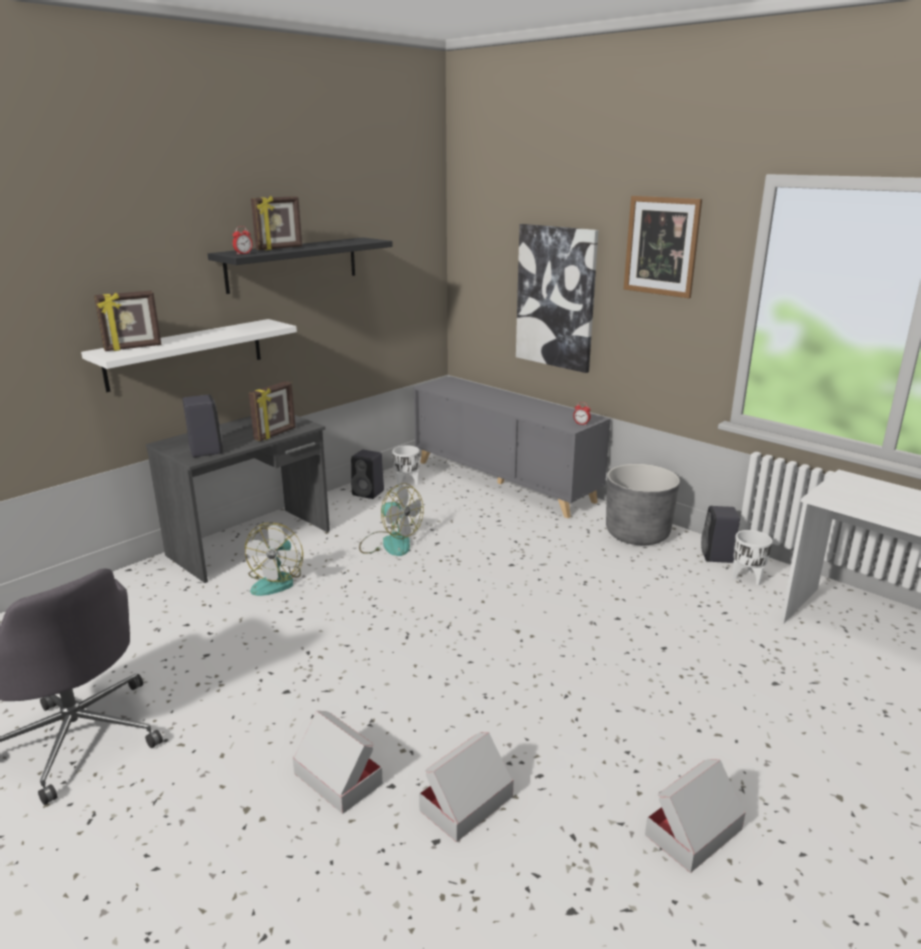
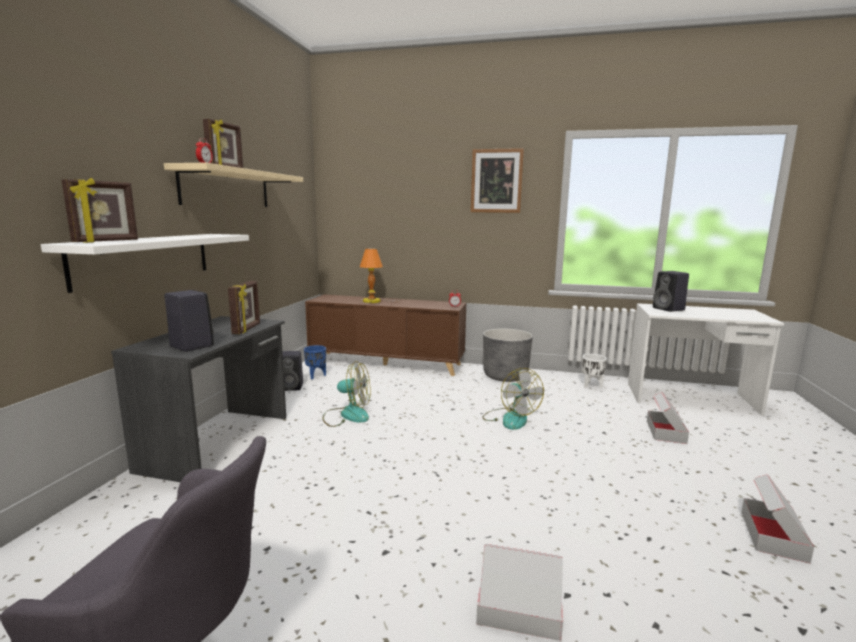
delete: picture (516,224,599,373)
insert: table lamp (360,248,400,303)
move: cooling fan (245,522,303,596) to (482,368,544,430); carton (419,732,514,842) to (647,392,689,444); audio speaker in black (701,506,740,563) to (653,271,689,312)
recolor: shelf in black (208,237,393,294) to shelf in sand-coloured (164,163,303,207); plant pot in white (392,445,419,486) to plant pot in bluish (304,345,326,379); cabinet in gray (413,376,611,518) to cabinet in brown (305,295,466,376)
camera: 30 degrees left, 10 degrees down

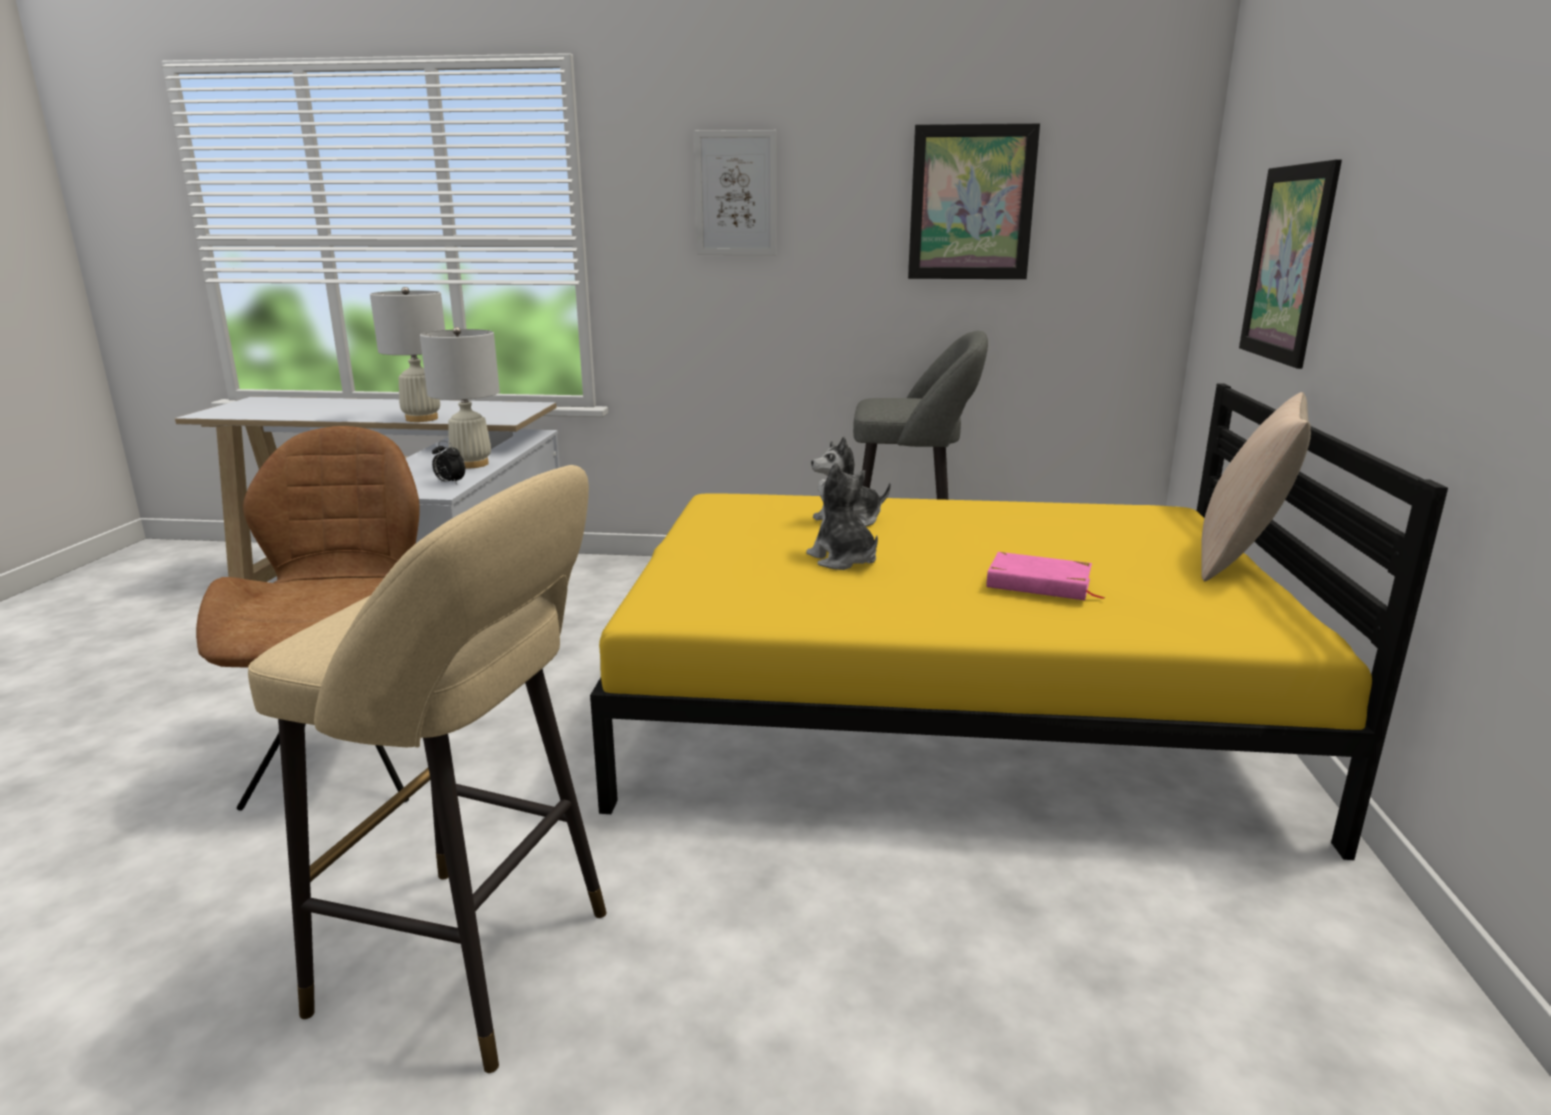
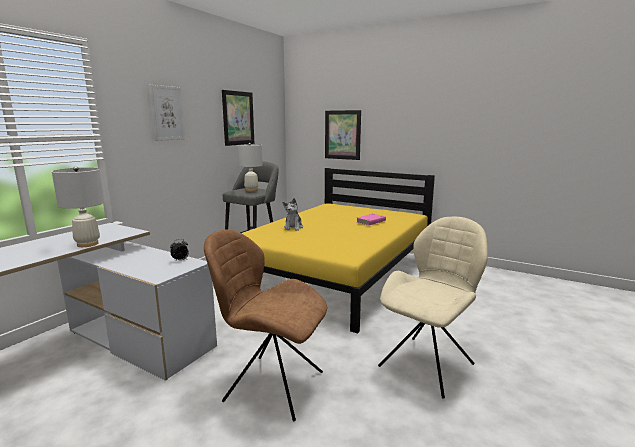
delete: plush toy (806,462,878,570); throw pillow in sand-coloured (1201,392,1311,581)
move: table lamp in white (420,327,500,469) to (237,143,263,192)
replace: stool in sand-coloured (248,465,607,1073) to upright chair in sand-coloured (378,217,488,398)
camera: 65 degrees left, 5 degrees down

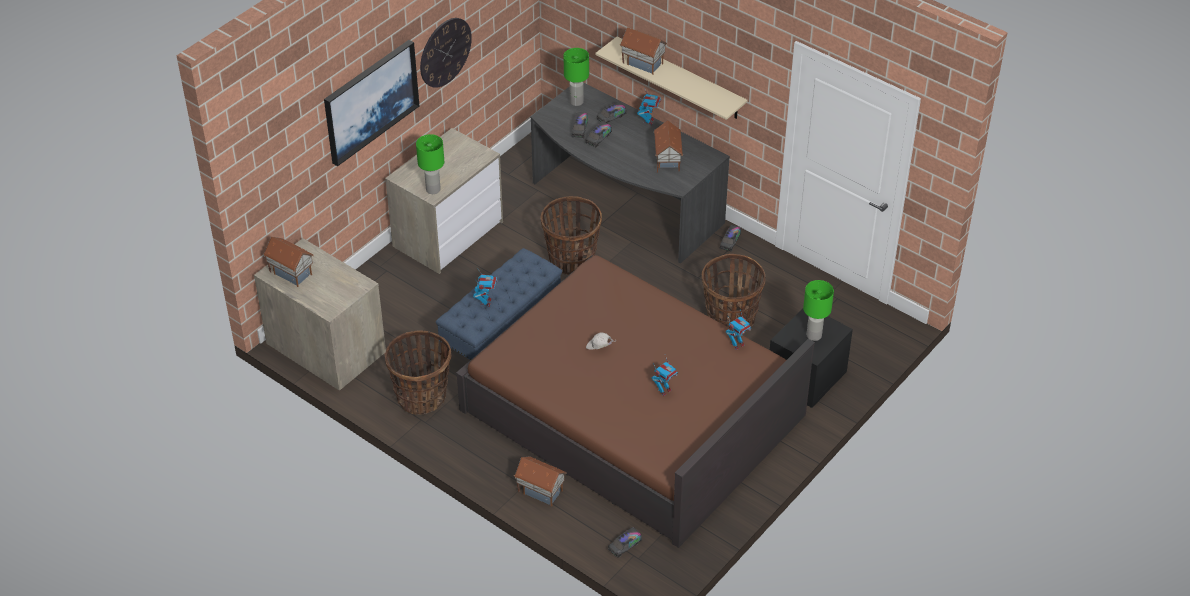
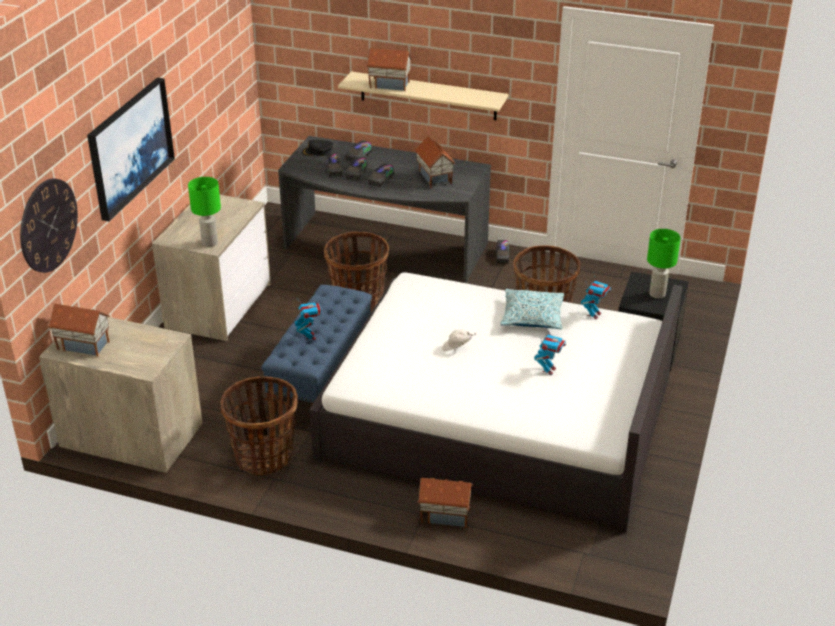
delete: model robot (637,88,661,125)
insert: throw pillow (501,289,564,329)
move: hanging clock (420,18,472,88) to (20,179,78,273); toy lorry (608,527,642,558) to (368,163,394,188)
replace: table lamp in green-coloured (564,48,589,106) to peaked cap in black (302,140,333,156)
recolor: sleeping bed in brown (456,255,815,548) to sleeping bed in white (309,273,683,532)
camera: 20 degrees left, 10 degrees down

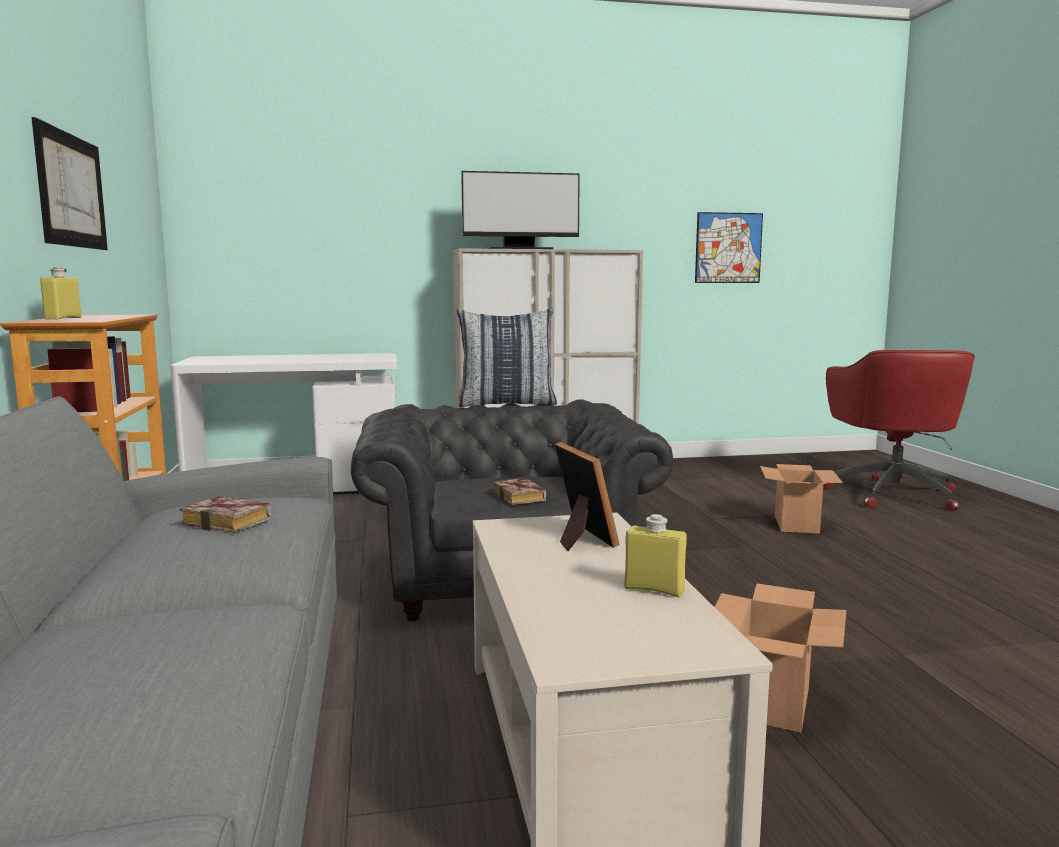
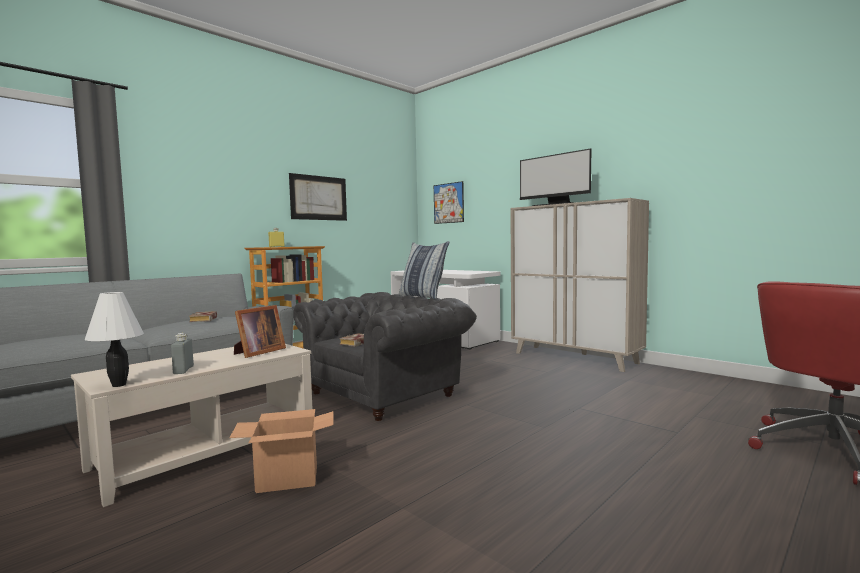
delete: carton (760,464,843,534)
insert: table lamp in white (85,292,144,387)
move: picture (695,212,763,283) to (434,181,464,224)
recolor: drink bottle in yellow-coloured (625,514,687,597) to drink bottle in gray (171,333,194,374)
camera: 55 degrees right, 5 degrees down

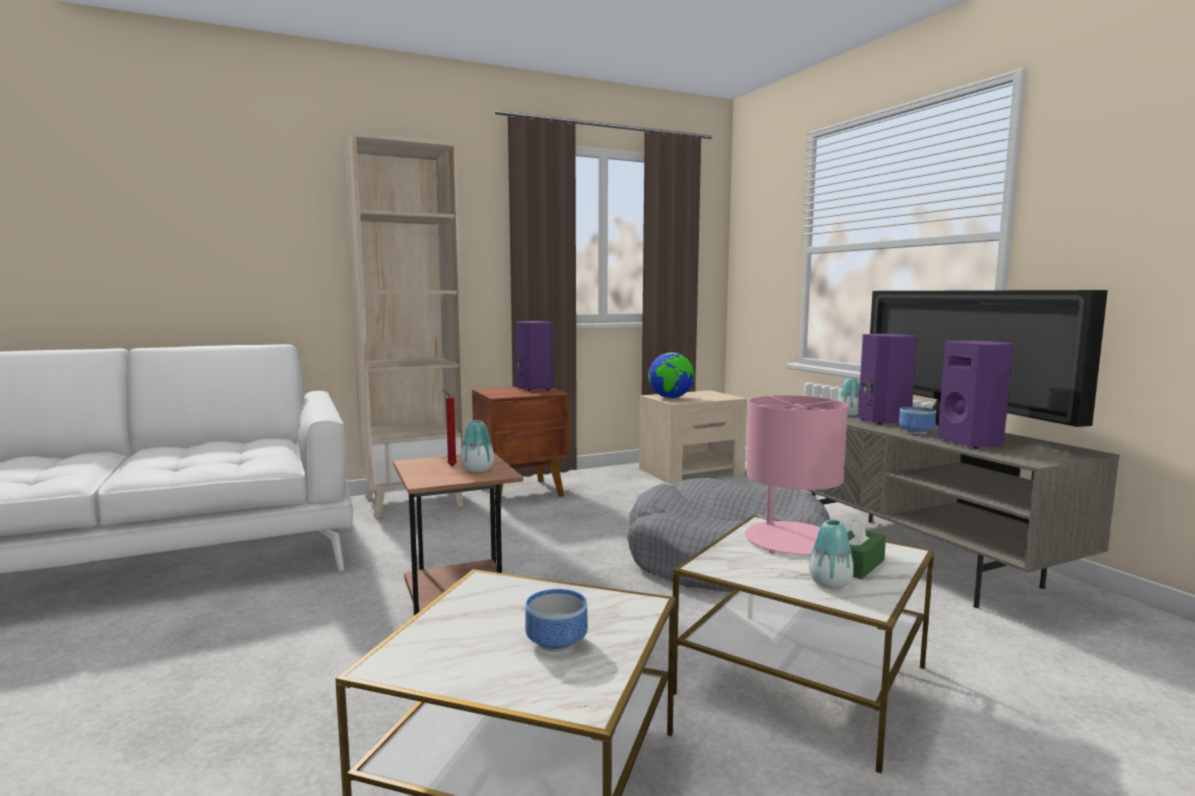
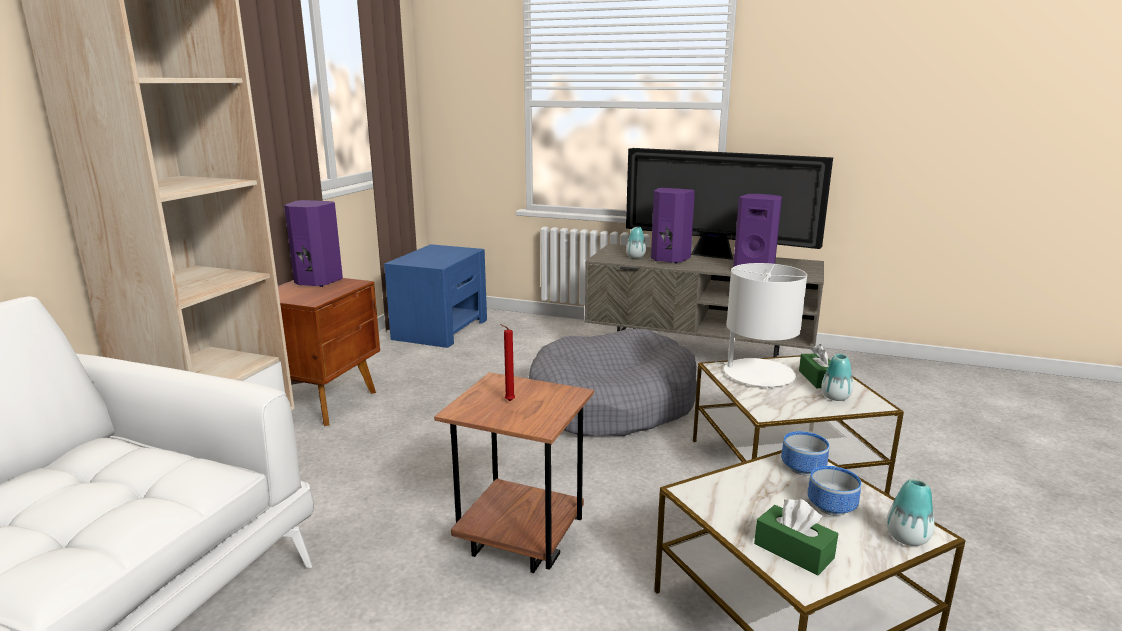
delete: desk globe (648,352,694,398)
insert: tissue box in green-coloured (754,499,838,576)
move: serving bowl (899,407,936,434) to (781,431,829,476); vase (461,420,494,472) to (887,479,934,546)
recolor: night table in sand-coloured (639,390,747,484) to night table in bluish (384,244,487,348); table lamp in pink (745,395,848,555) to table lamp in white (715,263,807,389)
camera: 45 degrees left, 10 degrees up

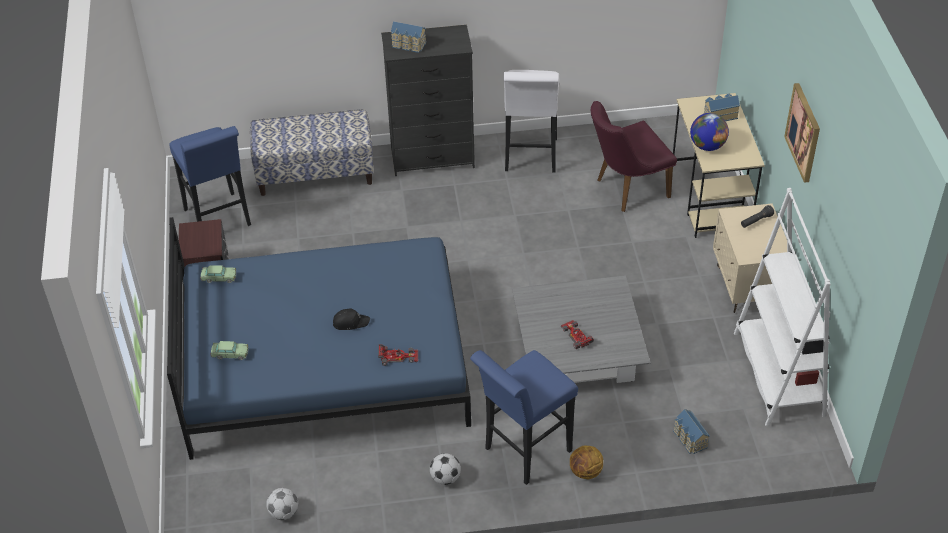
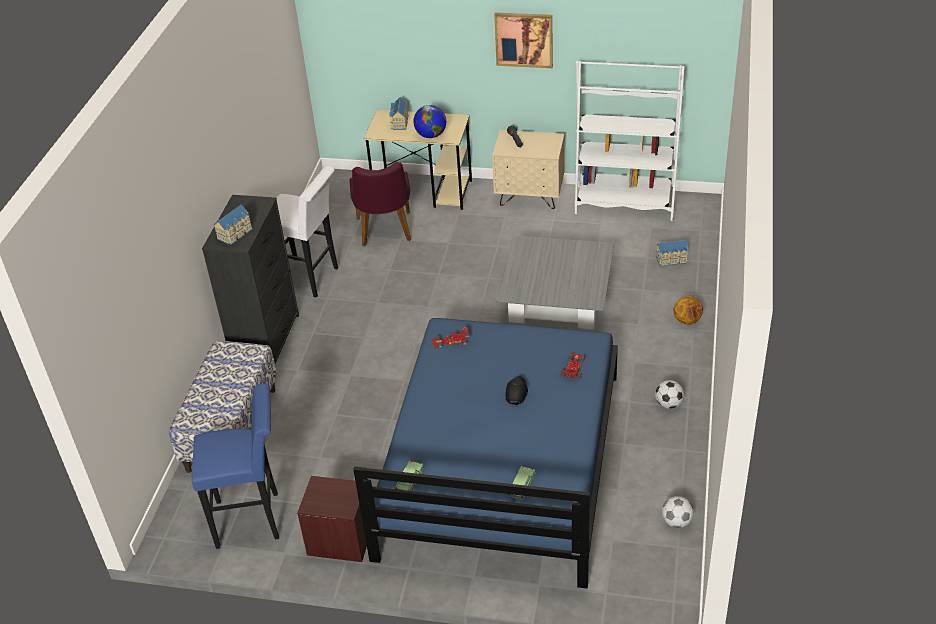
delete: stool in bluish (470,350,578,485)
move: miniature car (561,320,594,349) to (432,326,470,349)
camera: 70 degrees left, 5 degrees down

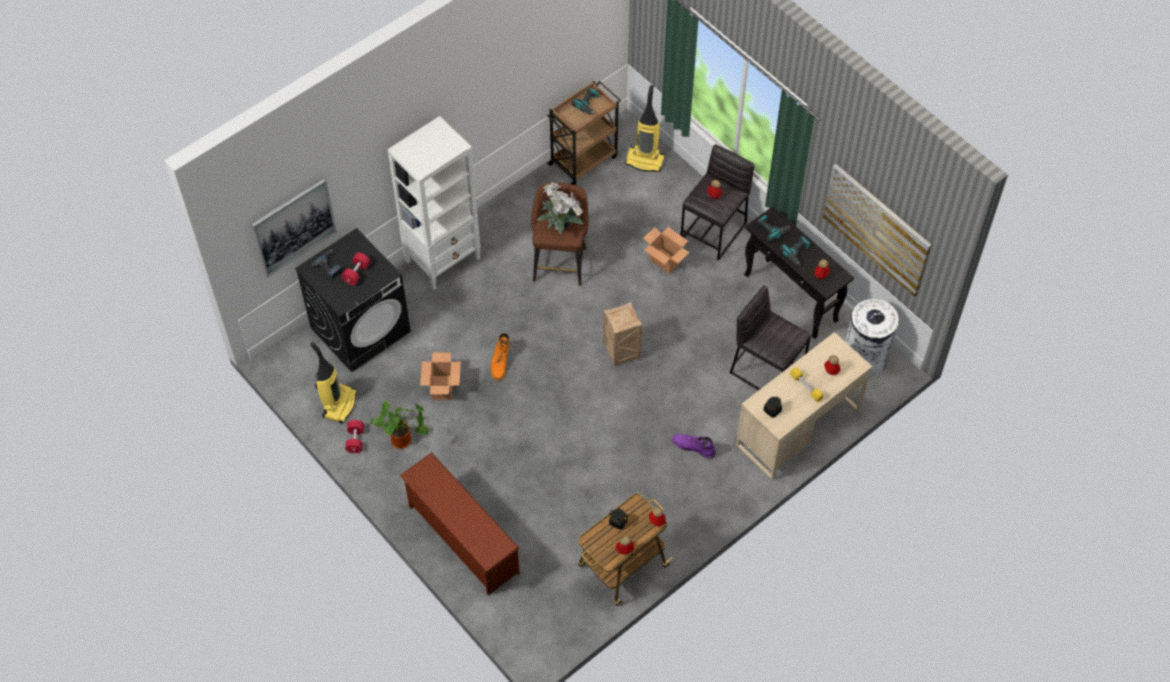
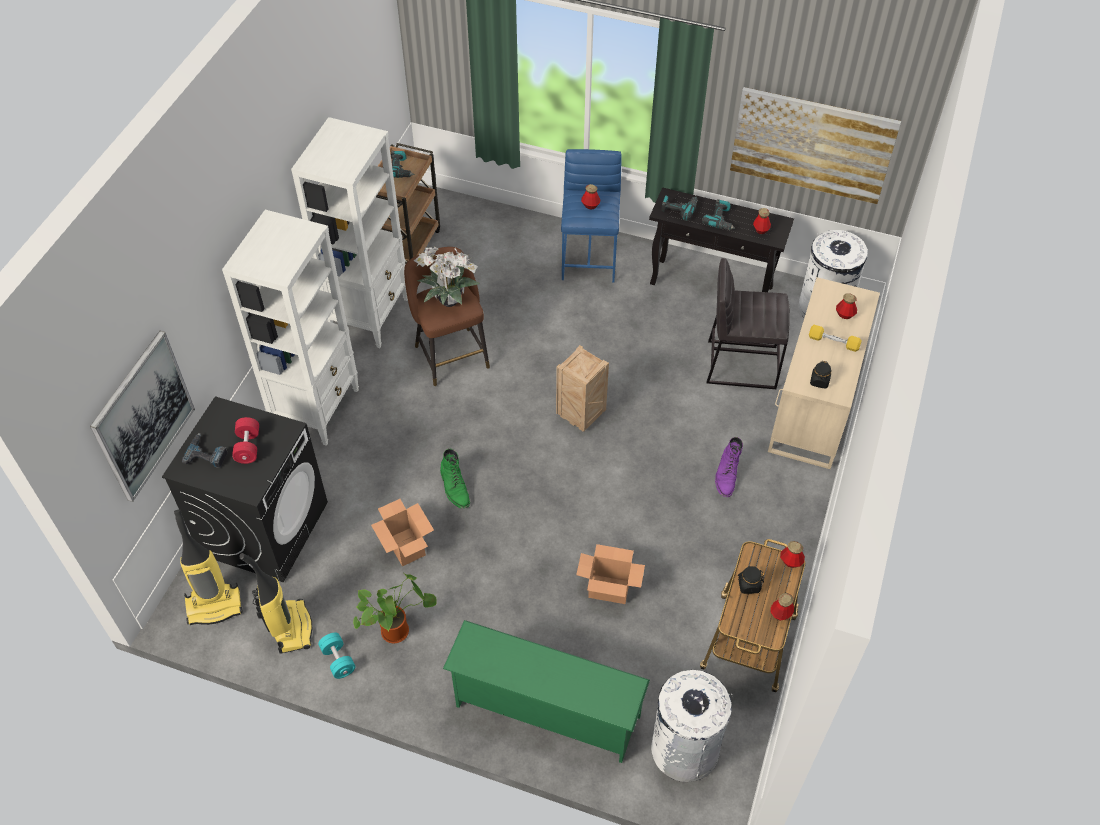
insert: shelving unit in white (291,117,408,348); waste bin in white (651,670,732,782)
move: vacuum (625,85,665,172) to (174,509,243,625); carton (643,227,690,274) to (576,544,645,604)
recolor: free weight in red-coloured (345,420,364,453) to free weight in turquoise (318,633,355,679); tall boot in orange (490,333,509,381) to tall boot in green-coloured (440,449,470,508); shoe stand in brown (399,452,520,595) to shoe stand in green-coloured (443,620,650,763); stool in gray (681,144,755,261) to stool in bluish (561,149,622,282)
rotate: tall boot in purple (672,434,716,459) = (715,437,743,497) 75 degrees counterclockwise
camera: 30 degrees left, 5 degrees down

